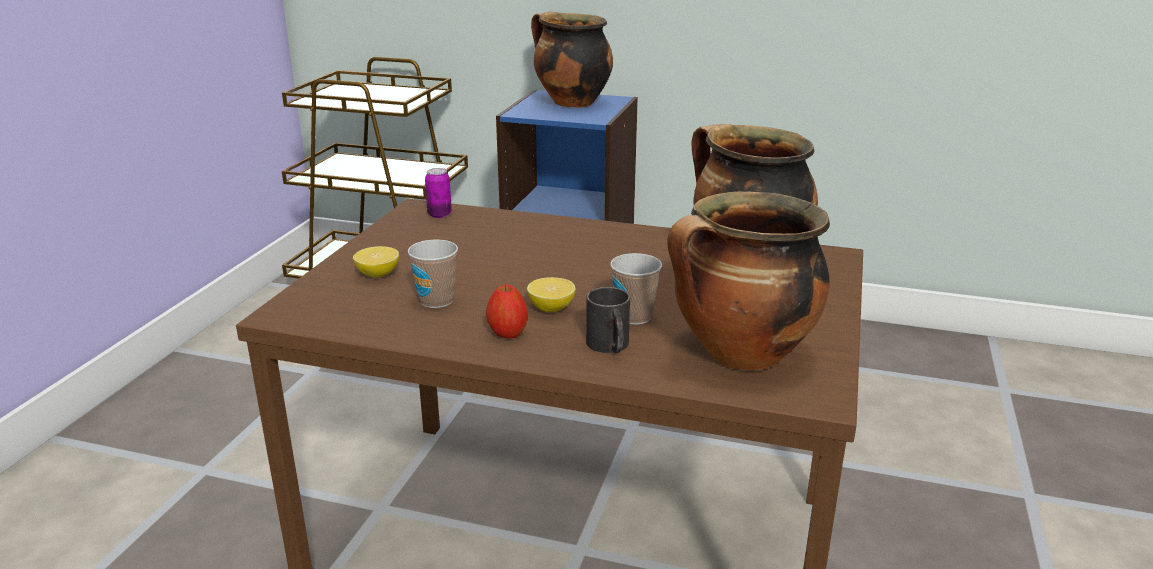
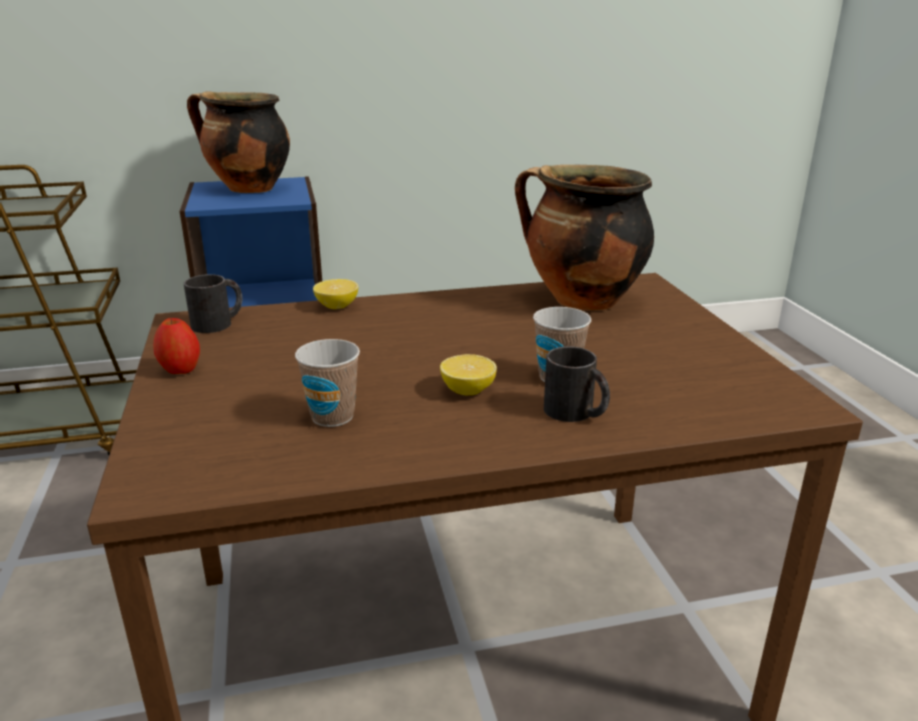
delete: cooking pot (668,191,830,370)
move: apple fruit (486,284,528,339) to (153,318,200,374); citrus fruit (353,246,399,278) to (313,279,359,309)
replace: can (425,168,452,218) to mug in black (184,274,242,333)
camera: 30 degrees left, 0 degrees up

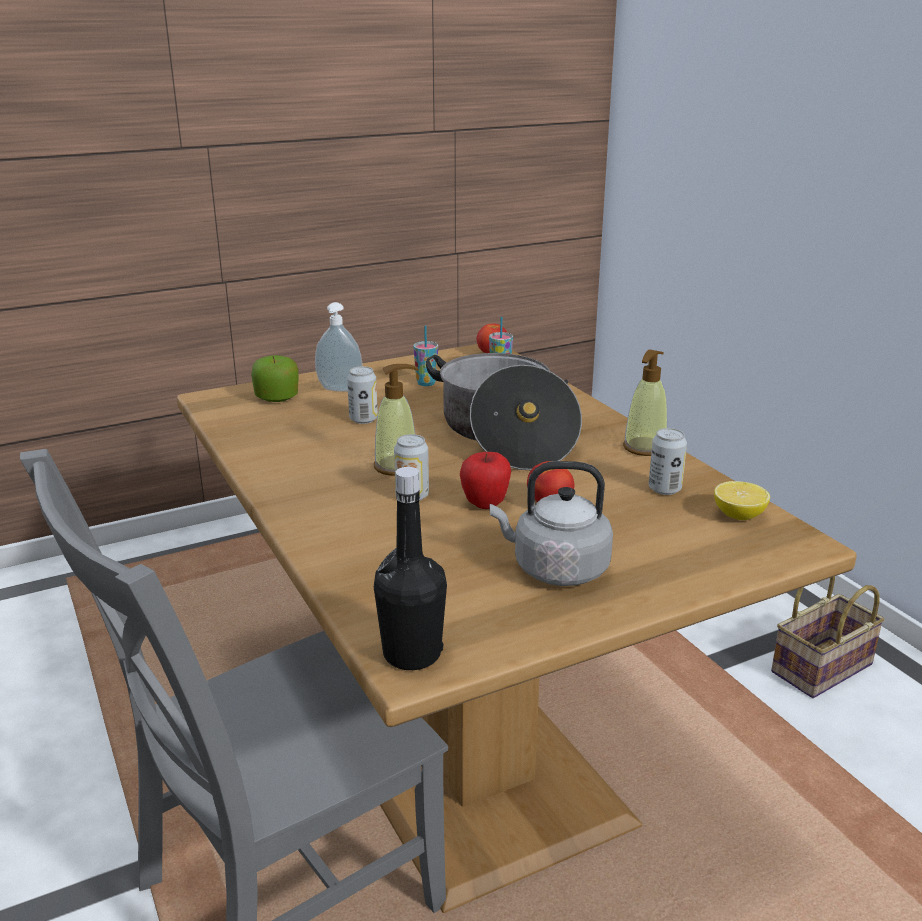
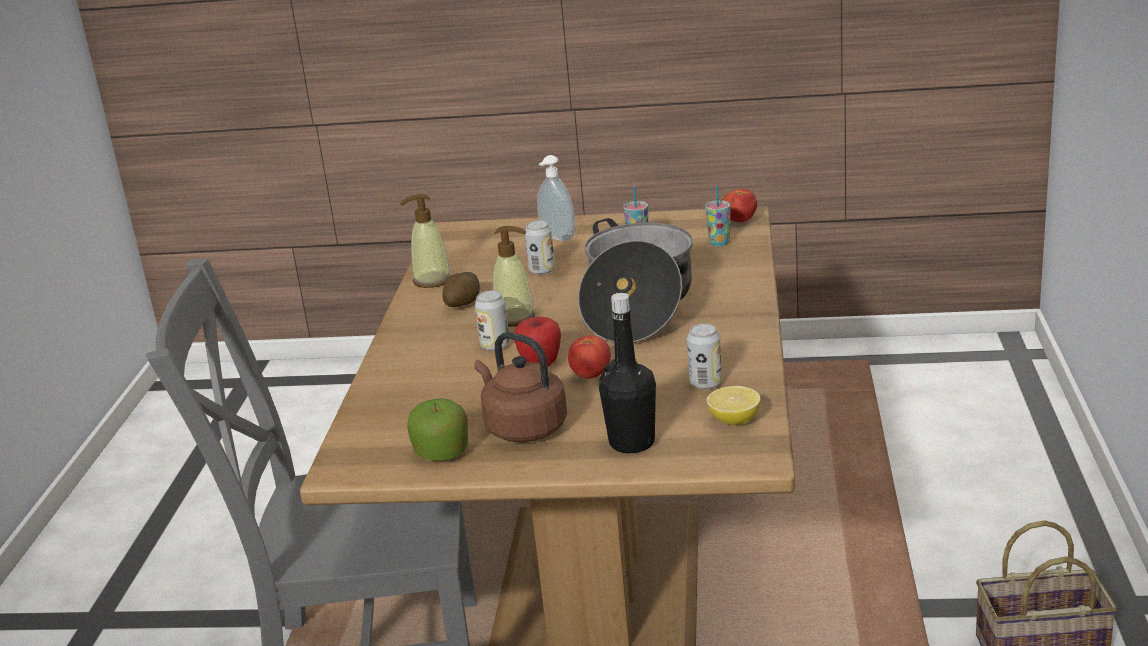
insert: spud (442,272,480,307)
move: soap bottle (623,349,668,456) to (400,194,451,288); apple fruit (251,355,299,402) to (407,398,468,461); drink bottle in black (374,467,447,670) to (599,293,656,453)
recolor: water kettle in gray (490,461,613,586) to water kettle in brown (475,332,567,442)
camera: 35 degrees right, 0 degrees up

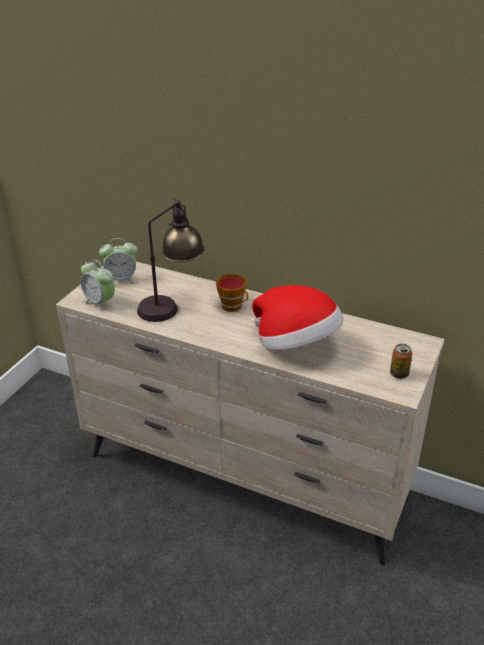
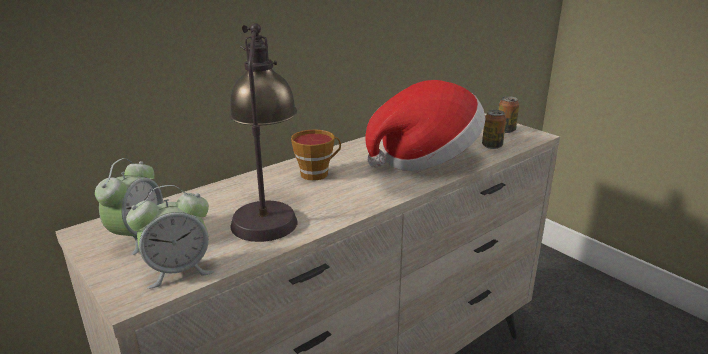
insert: can (482,110,506,149)
camera: 65 degrees left, 10 degrees down

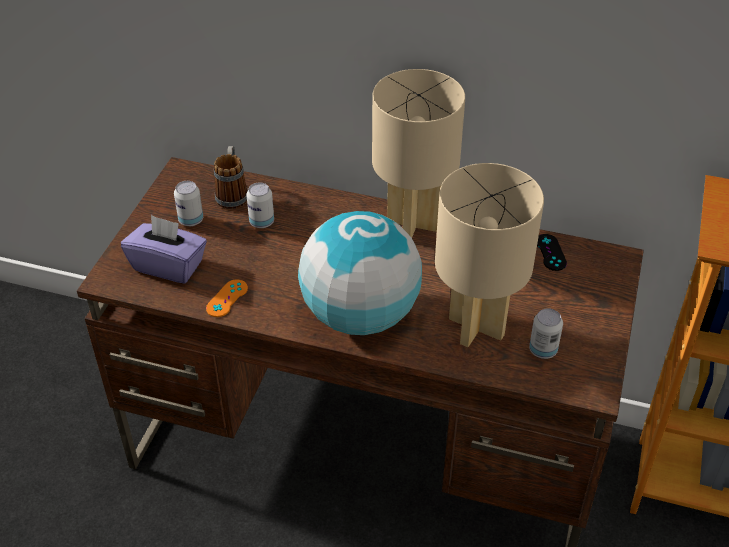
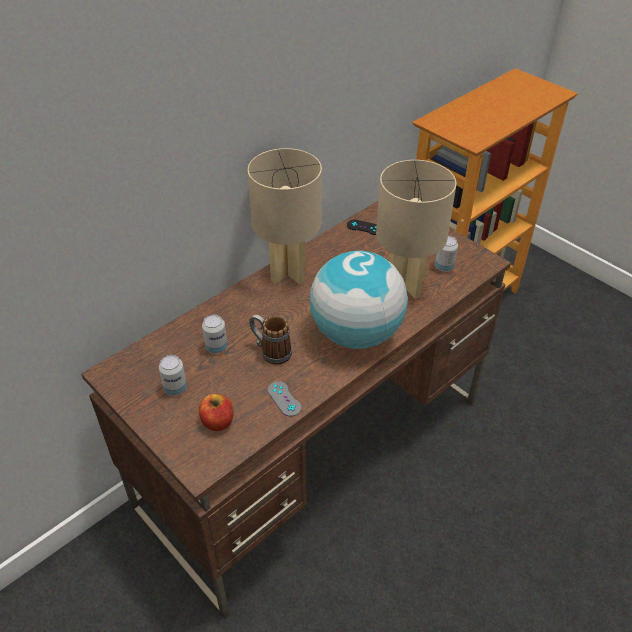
move: mug (214,146,248,209) to (249,315,292,365)
replace: tissue box in purple (121,215,207,284) to apple fruit (199,394,234,431)
recolor: gamepad in orange (206,279,248,317) to gamepad in gray (268,381,302,417)
camera: 60 degrees left, 0 degrees up

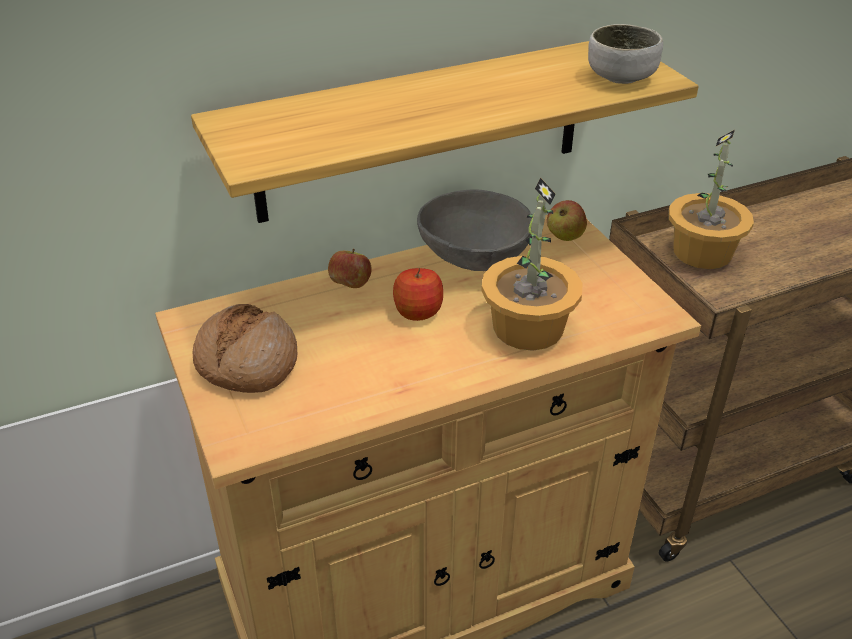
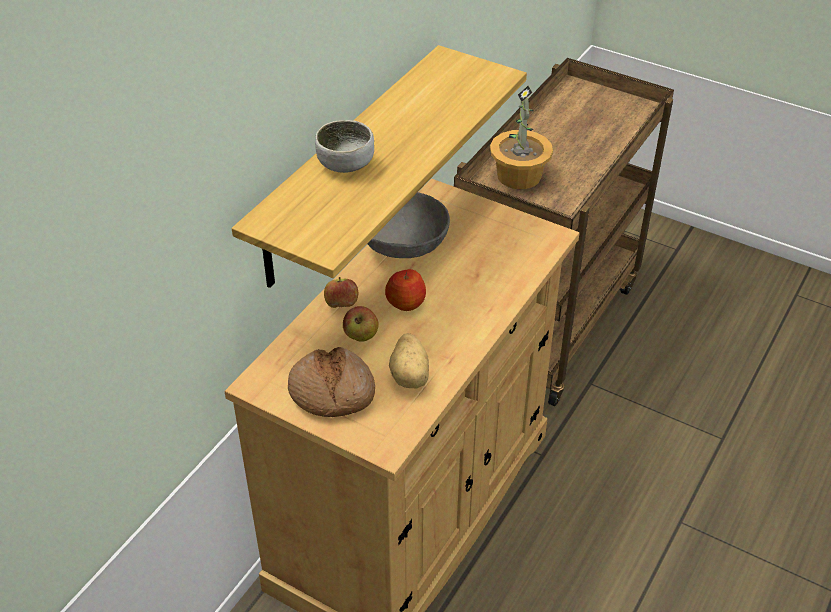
delete: potted plant (481,178,582,351)
insert: spud (389,333,429,388)
move: serving bowl (588,24,663,84) to (315,120,374,173); apple fruit (547,200,587,241) to (343,306,379,341)
camera: 35 degrees left, 5 degrees up

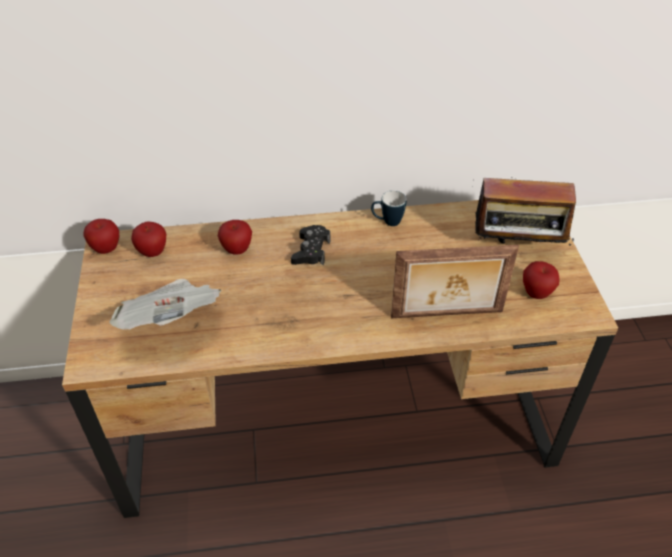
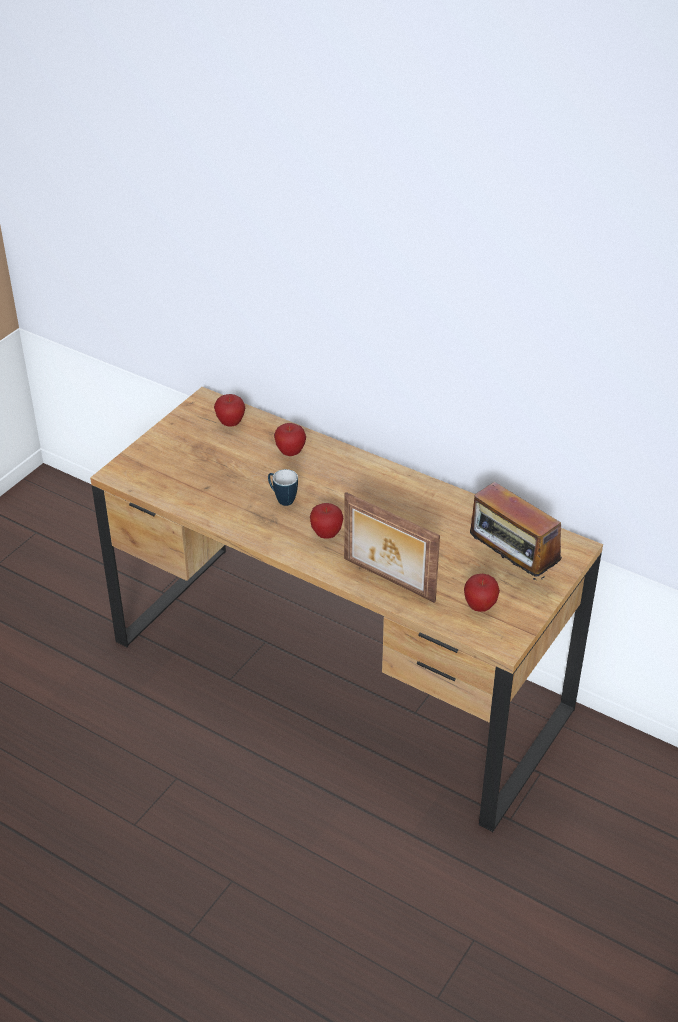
delete: newspaper (109,278,222,330); gamepad in black (291,225,331,266)
move: mug (371,190,407,226) to (268,469,298,506); apple fruit (83,219,119,254) to (310,503,344,539)
camera: 40 degrees right, 5 degrees down

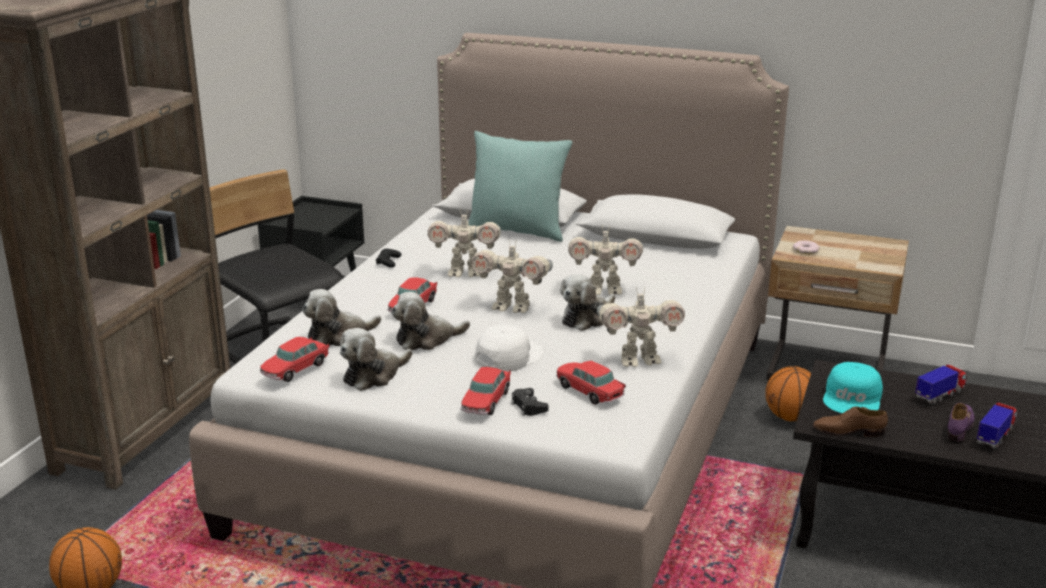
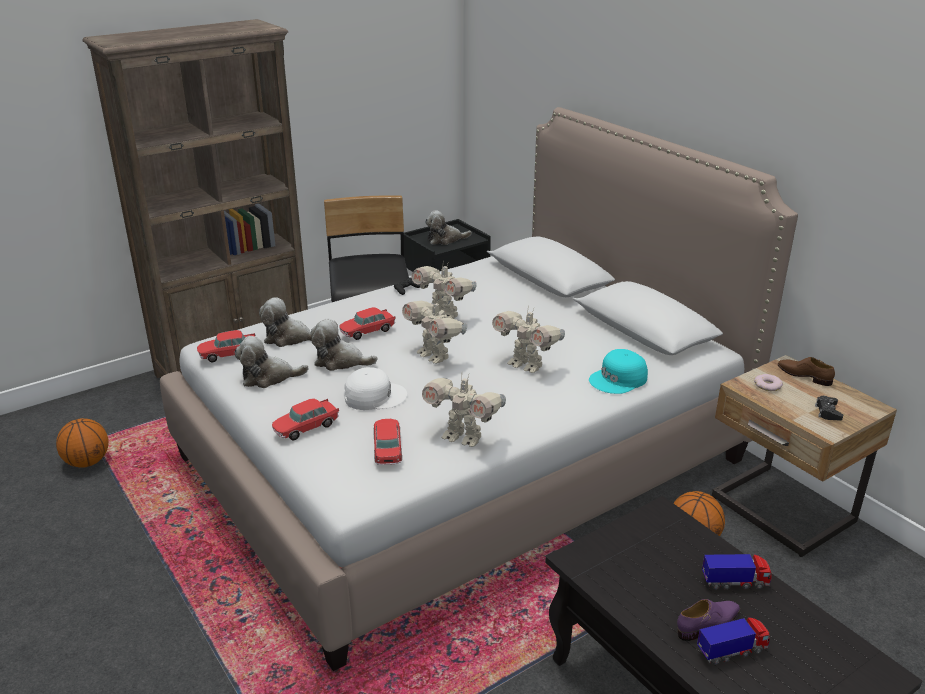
delete: throw pillow in turquoise (468,131,573,242)
move: plush toy (560,274,615,331) to (425,210,472,245); peaked cap in turquoise (823,362,883,413) to (589,349,648,394); item of footwear in brown (813,406,888,437) to (778,357,835,386); gamepad in black (511,388,548,416) to (815,396,843,420)
camera: 35 degrees right, 5 degrees up

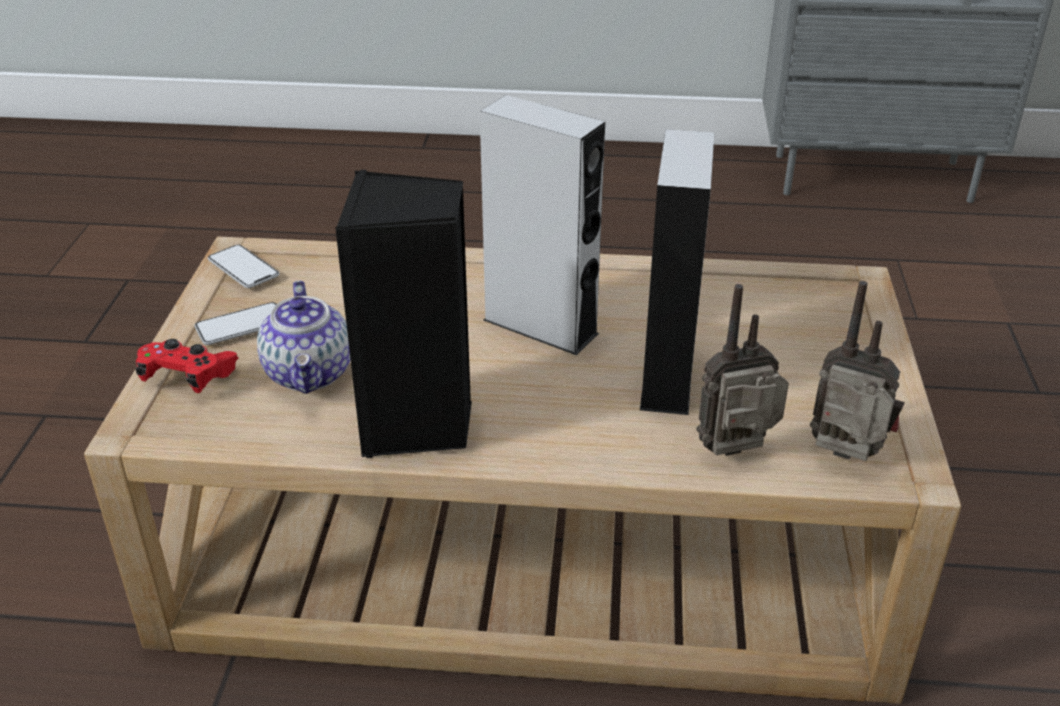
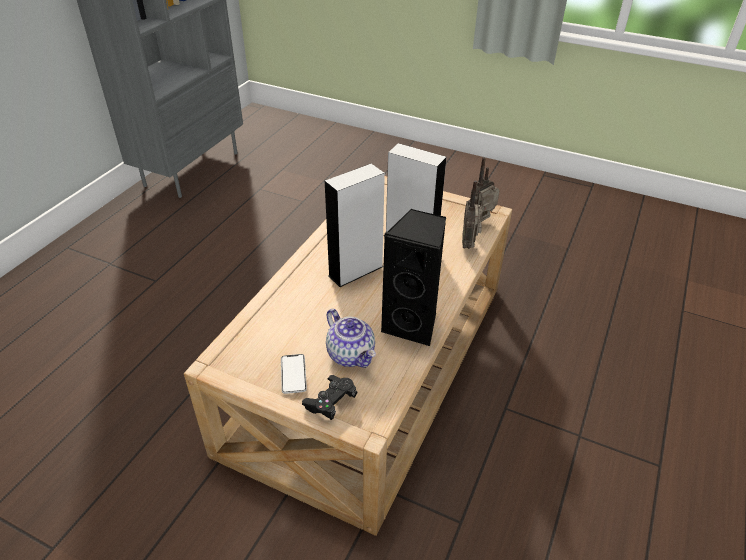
delete: handset (208,245,280,288)
recolor: gamepad in red-coloured (136,339,239,393) to gamepad in black (302,375,357,420)
rotate: pot for tea (257,281,351,394) = (326,309,376,368) 45 degrees clockwise
camera: 70 degrees left, 5 degrees up

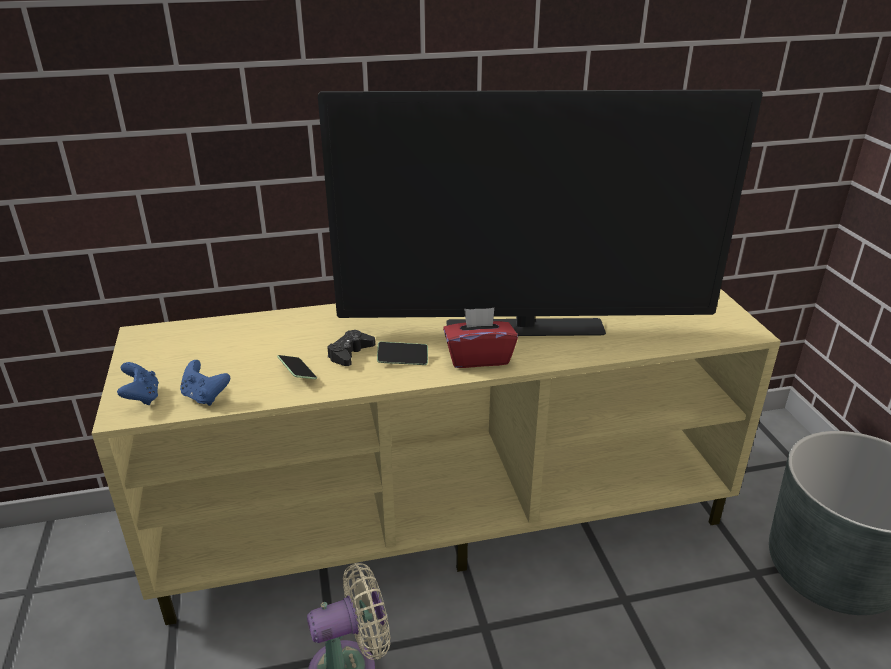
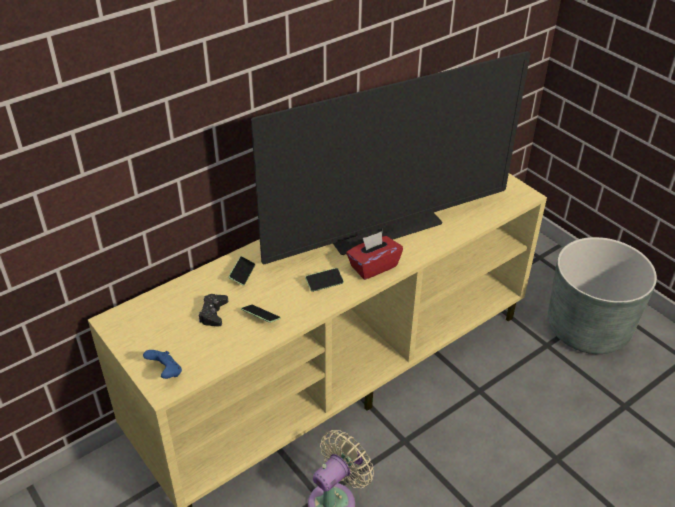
delete: gamepad in bluish (180,360,230,406)
insert: handset (229,256,255,285)
move: gamepad in black (327,330,375,366) to (199,294,228,327)
camera: 25 degrees left, 10 degrees up

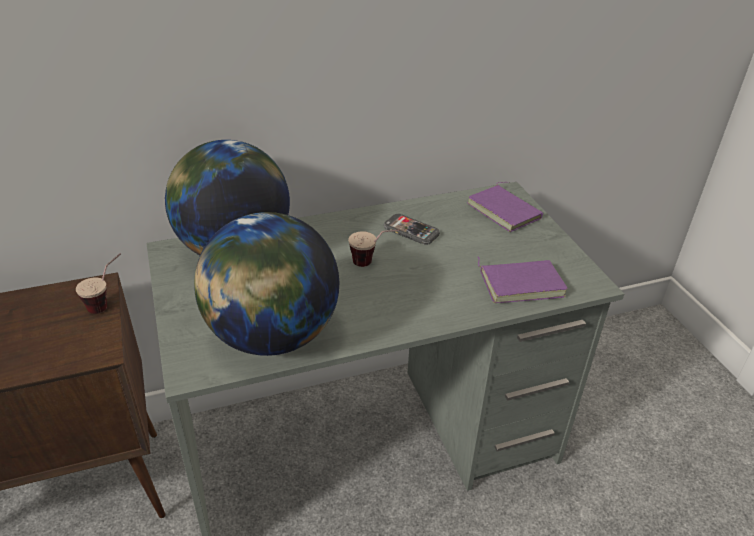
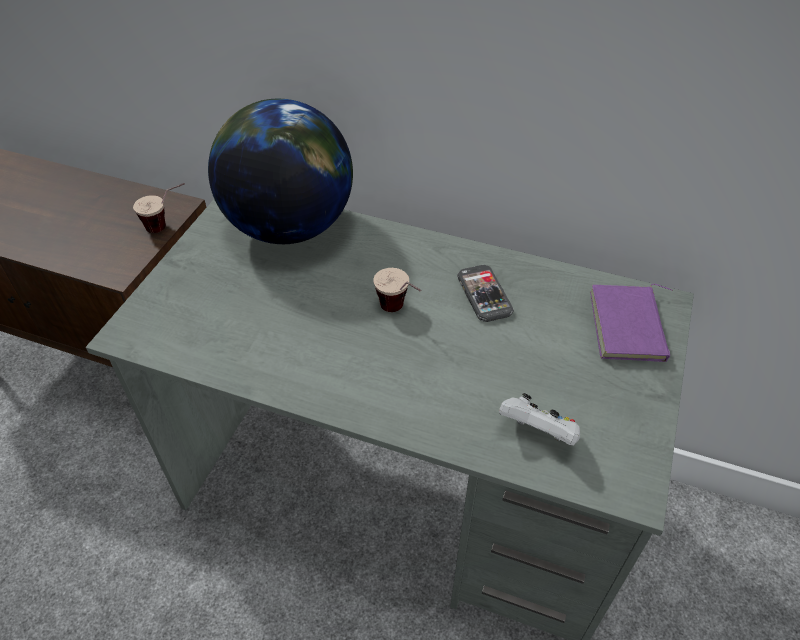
delete: desk globe (194,212,339,356)
replace: bound book in purple (478,257,568,303) to gamepad in white (499,393,580,446)
camera: 40 degrees right, 10 degrees up

